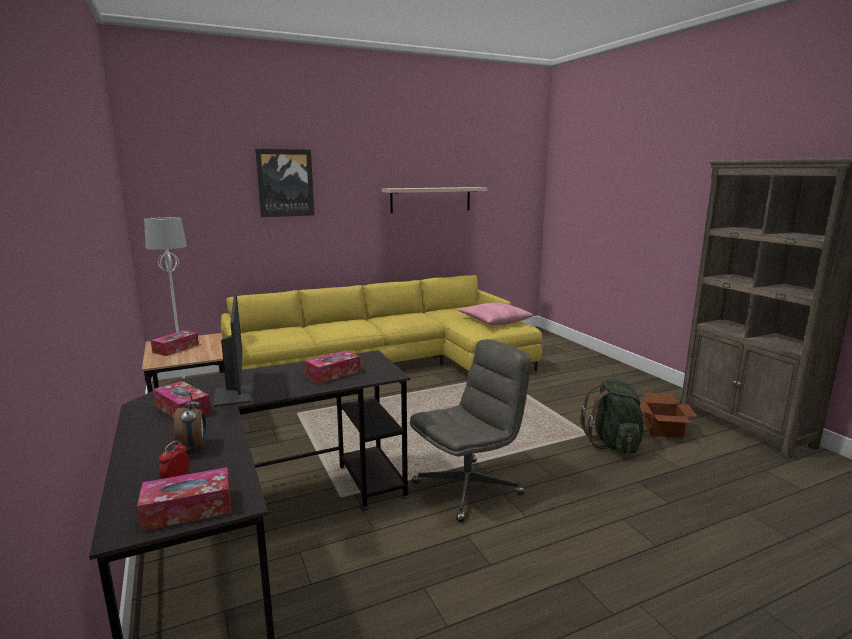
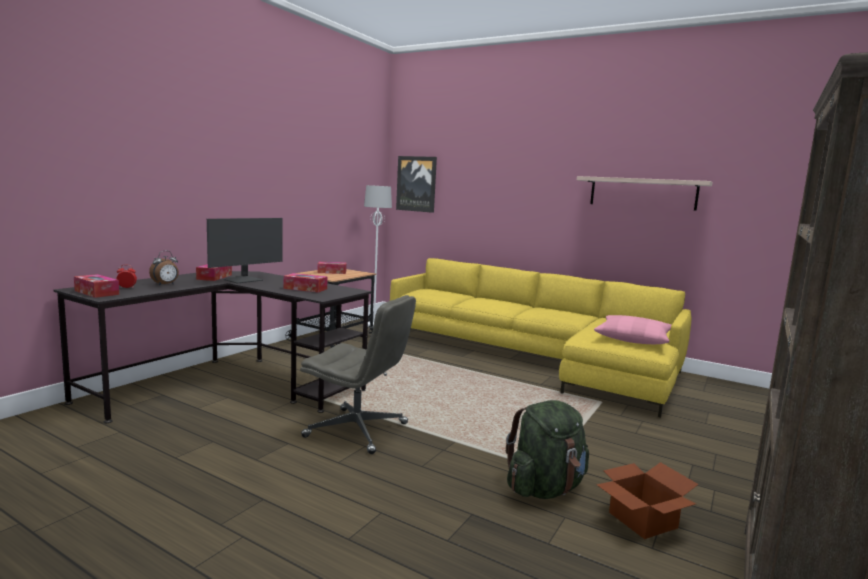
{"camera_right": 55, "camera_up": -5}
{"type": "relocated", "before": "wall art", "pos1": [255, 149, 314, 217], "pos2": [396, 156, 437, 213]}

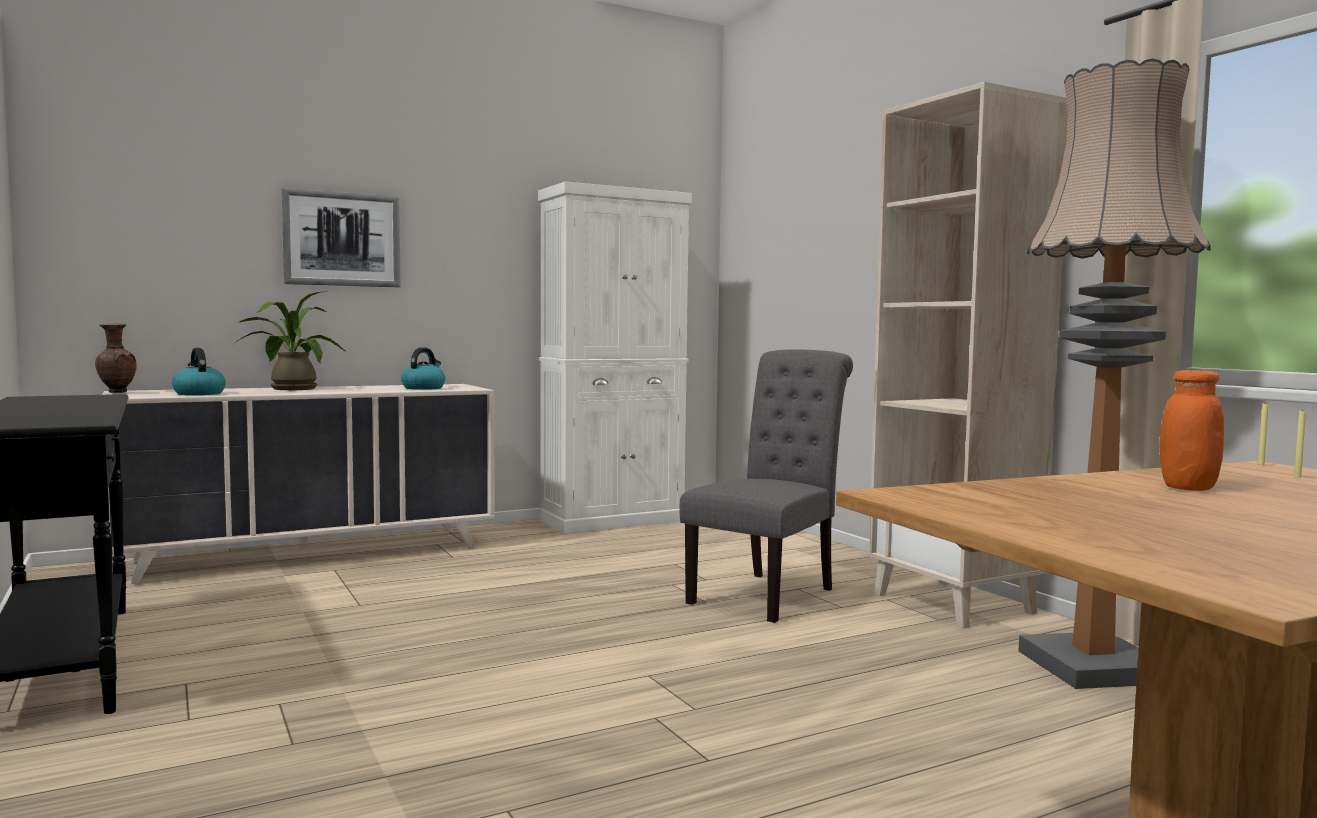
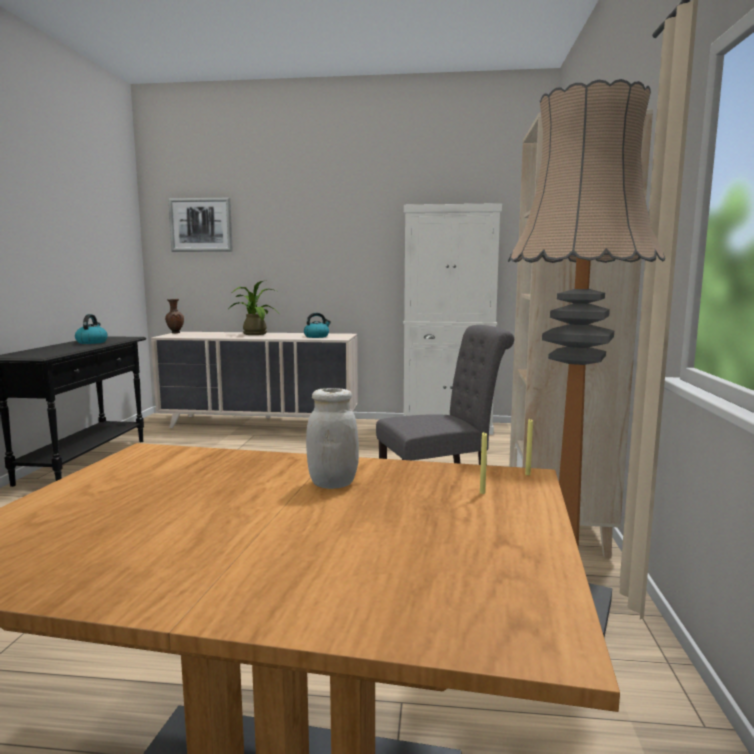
{"camera_right": 35, "camera_up": 5}
{"type": "relocated", "before": "kettle", "pos1": [172, 348, 226, 395], "pos2": [75, 314, 108, 344]}
{"type": "relocated", "before": "wall art", "pos1": [282, 188, 401, 287], "pos2": [168, 197, 233, 252]}
{"type": "colour", "before": "jar (orange)", "after": "jar (white)", "pos1": [1159, 370, 1224, 491], "pos2": [306, 388, 359, 489]}

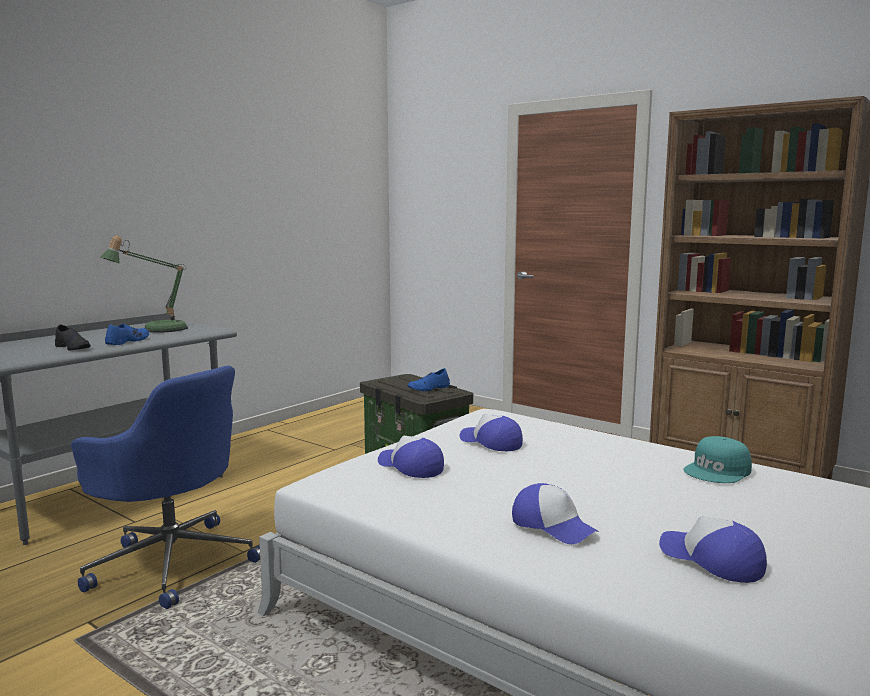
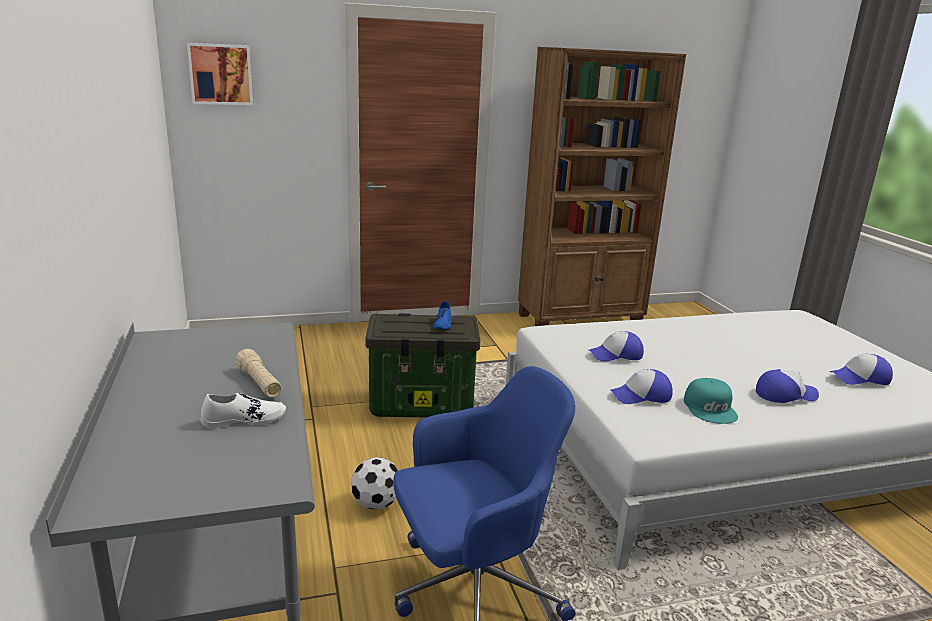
{"camera_right": -55, "camera_up": 10}
{"type": "missing", "before": "table lamp", "pos1": [101, 235, 188, 333]}
{"type": "appeared", "after": "wall art", "pos2": [187, 43, 253, 105]}
{"type": "appeared", "after": "ball for football", "pos2": [351, 457, 398, 510]}
{"type": "relocated", "before": "cap (blue-green)", "pos1": [684, 436, 752, 483], "pos2": [684, 378, 738, 424]}
{"type": "exchanged", "before": "shoe (bluish)", "after": "hand torch (beige)", "pos1": [105, 324, 149, 345], "pos2": [236, 349, 282, 397]}
{"type": "colour", "before": "shoe (black-coloured)", "after": "shoe (white)", "pos1": [55, 325, 91, 350], "pos2": [201, 393, 286, 429]}

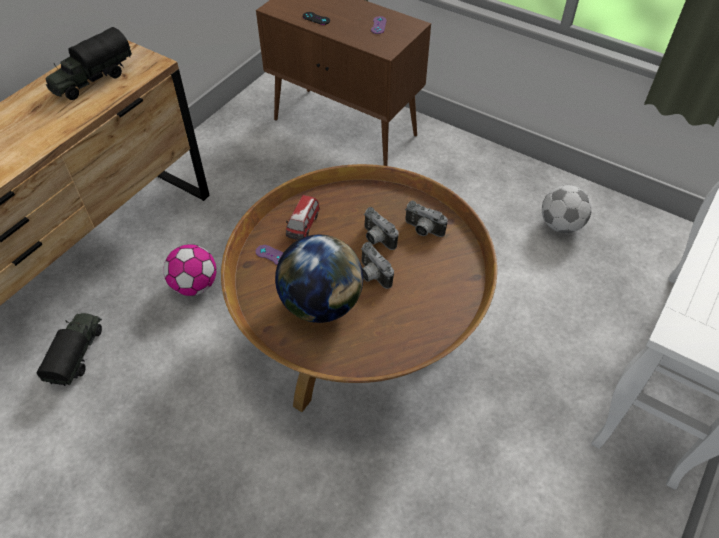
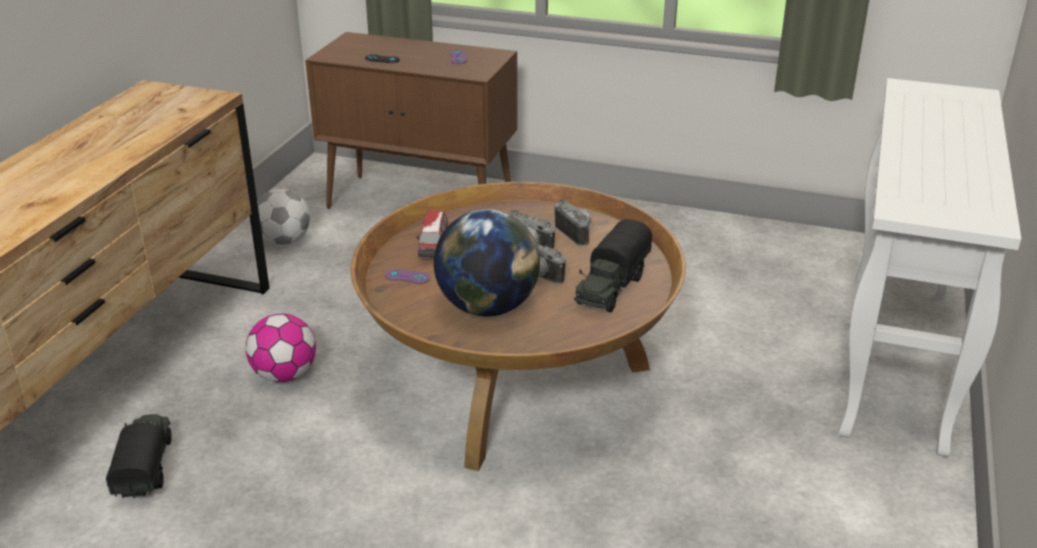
{"camera_right": -15, "camera_up": -20}
{"type": "relocated", "before": "toy truck", "pos1": [46, 27, 132, 100], "pos2": [574, 219, 652, 312]}
{"type": "relocated", "before": "ball for football", "pos1": [542, 185, 592, 233], "pos2": [257, 189, 310, 245]}
{"type": "spun", "before": "photo camera", "pos1": [405, 201, 448, 237], "pos2": [555, 200, 591, 246], "turn": -135}

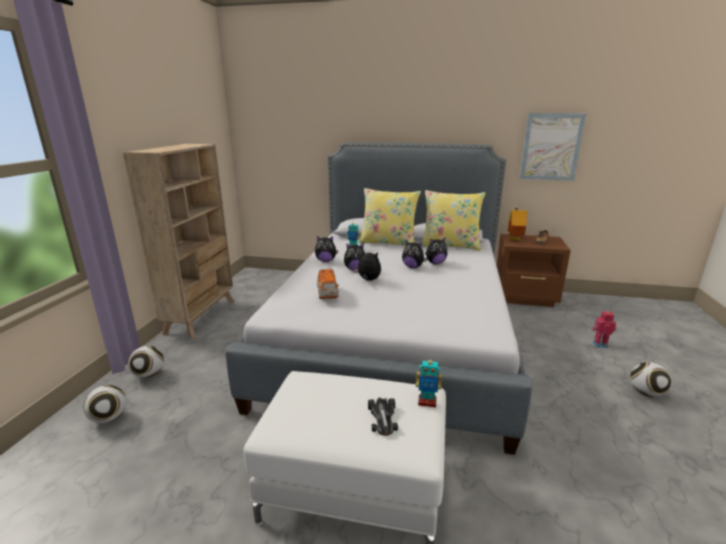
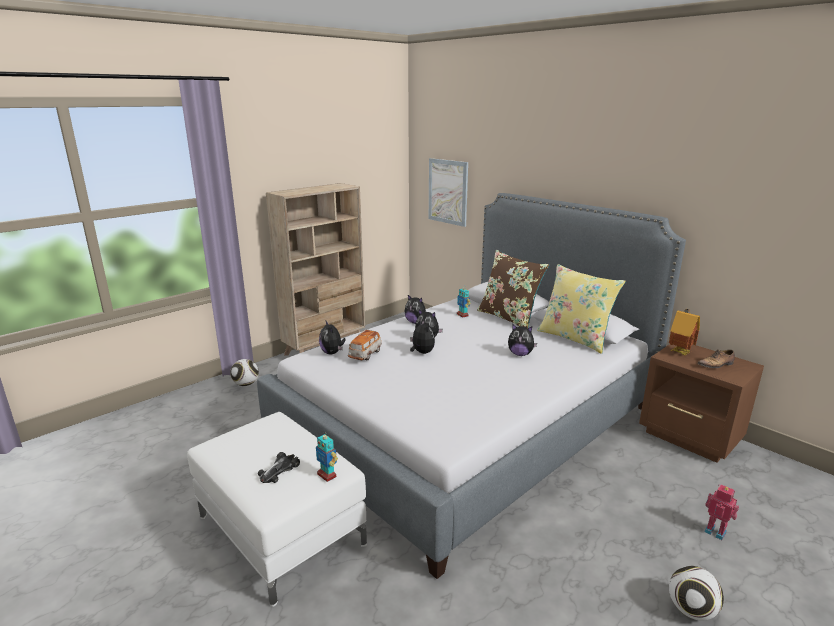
{"camera_right": 35, "camera_up": 0}
{"type": "missing", "before": "ball for football", "pos1": [83, 385, 127, 424]}
{"type": "relocated", "before": "plush toy", "pos1": [402, 240, 428, 268], "pos2": [319, 320, 345, 355]}
{"type": "relocated", "before": "wall art", "pos1": [519, 113, 586, 181], "pos2": [429, 158, 468, 227]}
{"type": "colour", "before": "pillow (yellow-coloured)", "after": "pillow (brown-coloured)", "pos1": [358, 188, 421, 246], "pos2": [477, 250, 549, 329]}

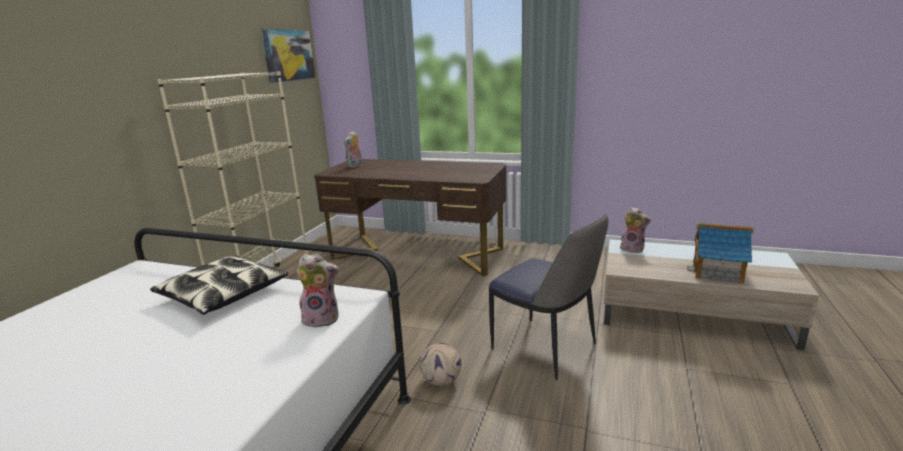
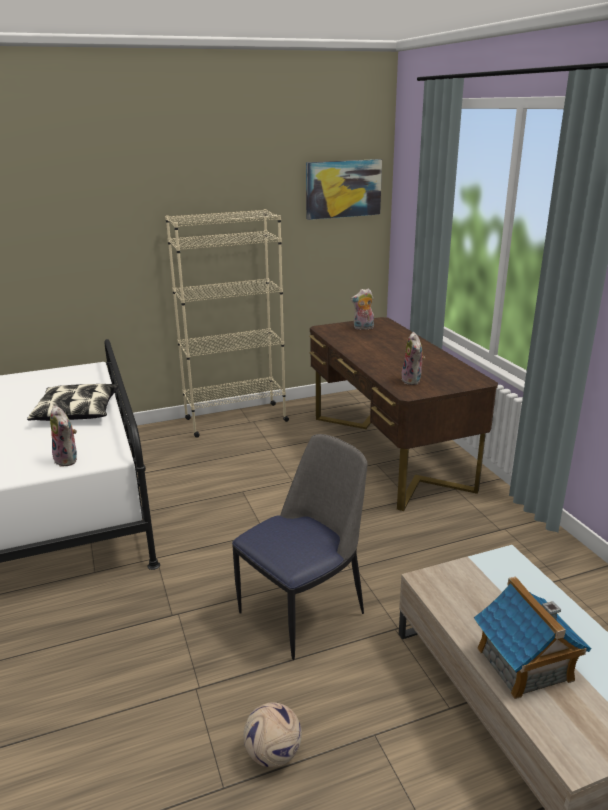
{"camera_right": 50, "camera_up": 5}
{"type": "relocated", "before": "ball for football", "pos1": [420, 343, 461, 386], "pos2": [243, 702, 302, 767]}
{"type": "relocated", "before": "plush toy", "pos1": [620, 207, 651, 253], "pos2": [402, 332, 425, 385]}
{"type": "spun", "before": "chair", "pos1": [489, 214, 608, 380], "pos2": [232, 434, 367, 660], "turn": -135}

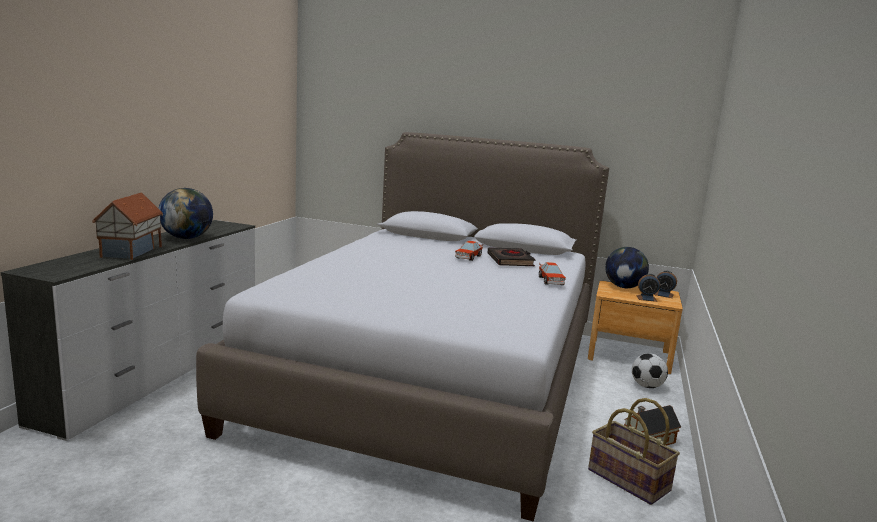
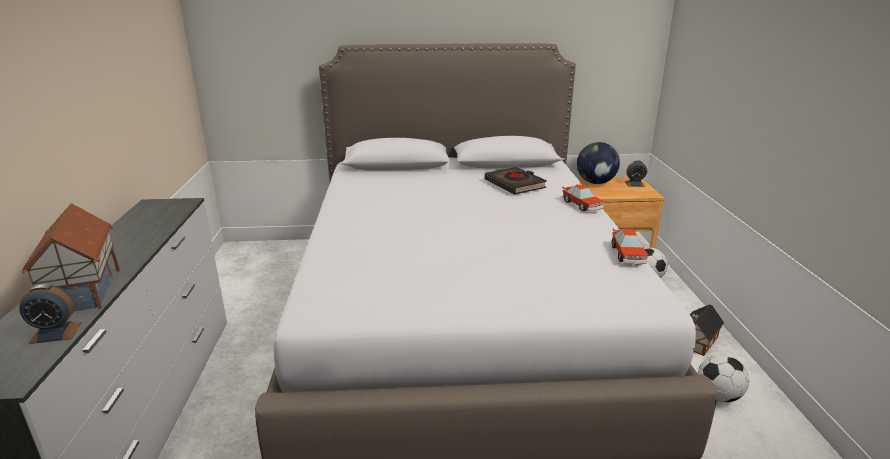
{"camera_right": -20, "camera_up": 10}
{"type": "missing", "before": "globe", "pos1": [158, 188, 213, 239]}
{"type": "relocated", "before": "toy car", "pos1": [455, 241, 483, 261], "pos2": [612, 228, 648, 264]}
{"type": "relocated", "before": "table clock", "pos1": [636, 274, 660, 302], "pos2": [19, 285, 82, 344]}
{"type": "exchanged", "before": "basket", "after": "ball for football", "pos1": [588, 398, 680, 505], "pos2": [698, 354, 749, 402]}

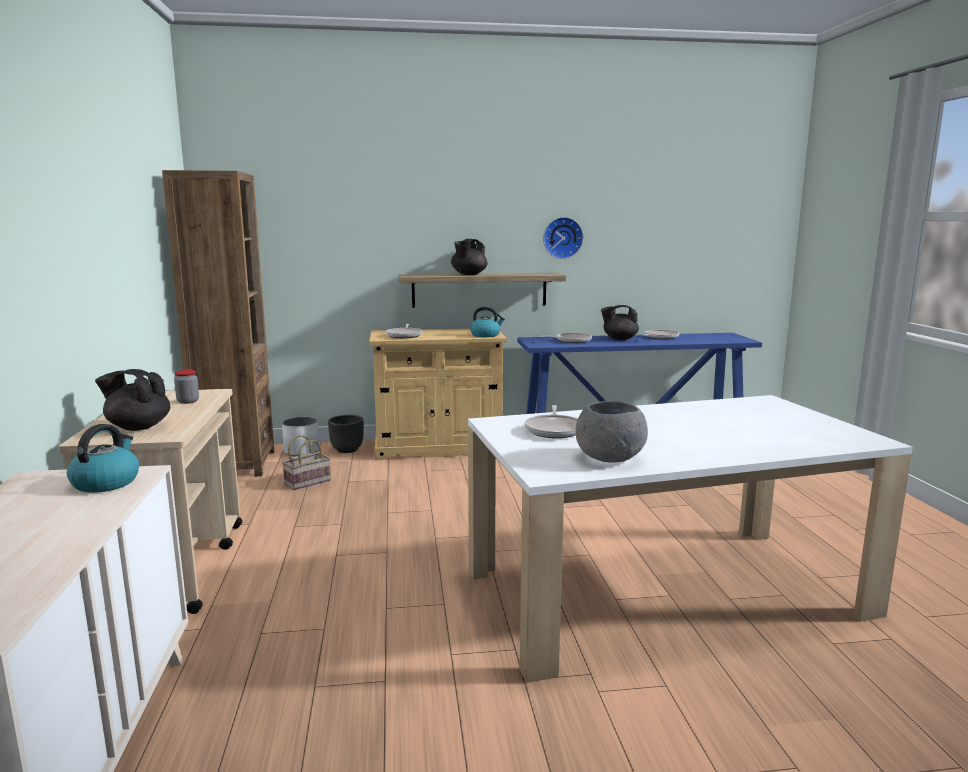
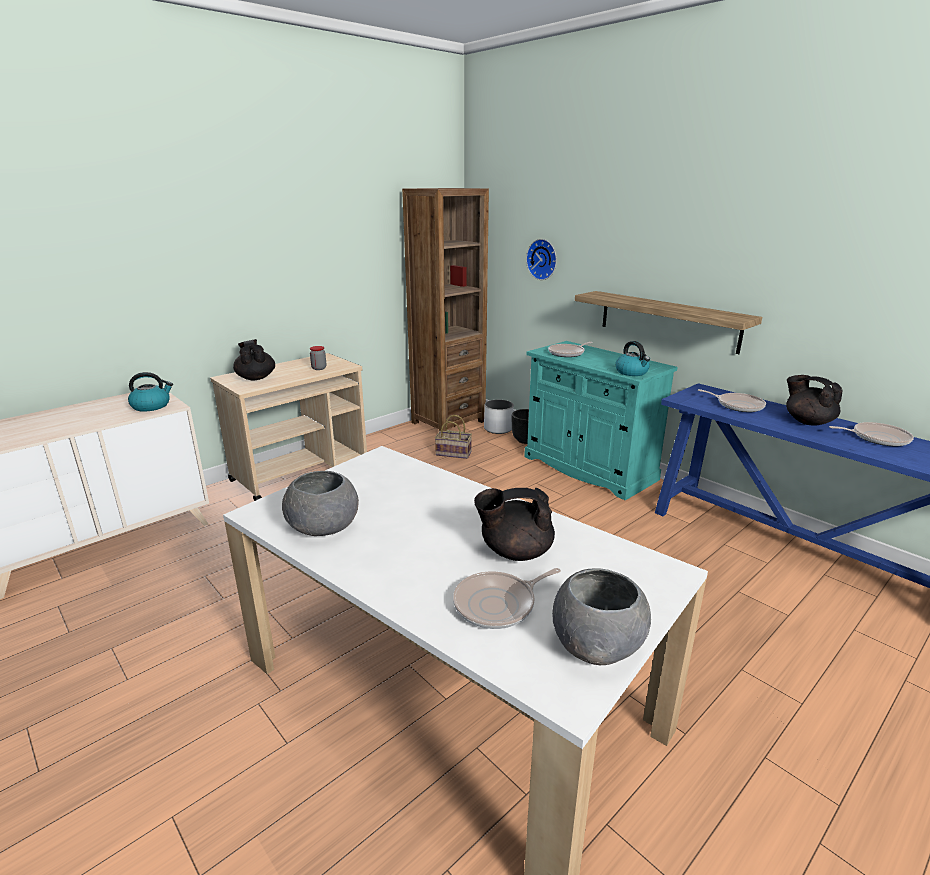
{"camera_right": 55, "camera_up": 10}
{"type": "appeared", "after": "deep dish (grey)", "pos2": [552, 568, 651, 665]}
{"type": "relocated", "before": "pot for tea (black-coloured)", "pos1": [451, 239, 488, 275], "pos2": [474, 488, 555, 561]}
{"type": "relocated", "before": "pan", "pos1": [525, 405, 578, 438], "pos2": [453, 568, 561, 629]}
{"type": "relocated", "before": "clock on the wall", "pos1": [543, 217, 584, 259], "pos2": [526, 239, 557, 280]}
{"type": "colour", "before": "storage cabinet (beige)", "after": "storage cabinet (blue-green)", "pos1": [369, 328, 507, 460], "pos2": [524, 341, 678, 500]}

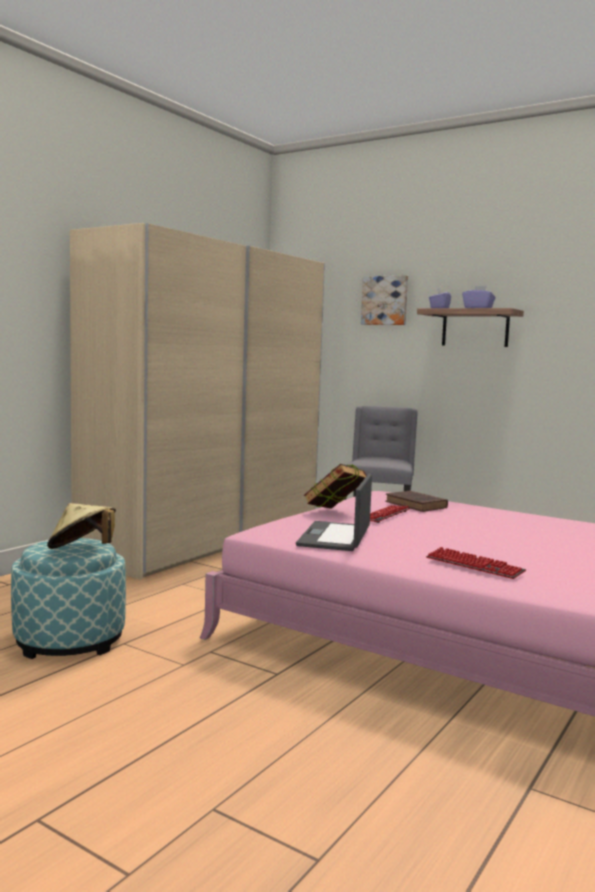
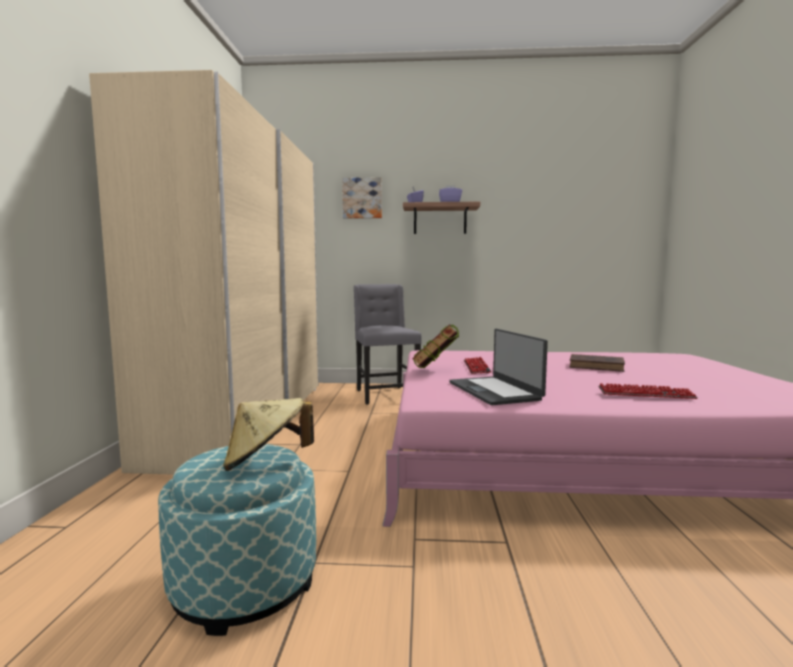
{"camera_right": -30, "camera_up": 0}
{"type": "relocated", "before": "bound book (brown-coloured)", "pos1": [385, 491, 448, 512], "pos2": [569, 354, 625, 372]}

